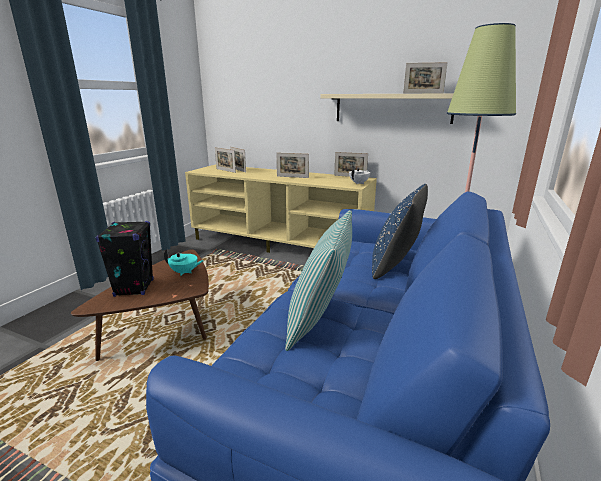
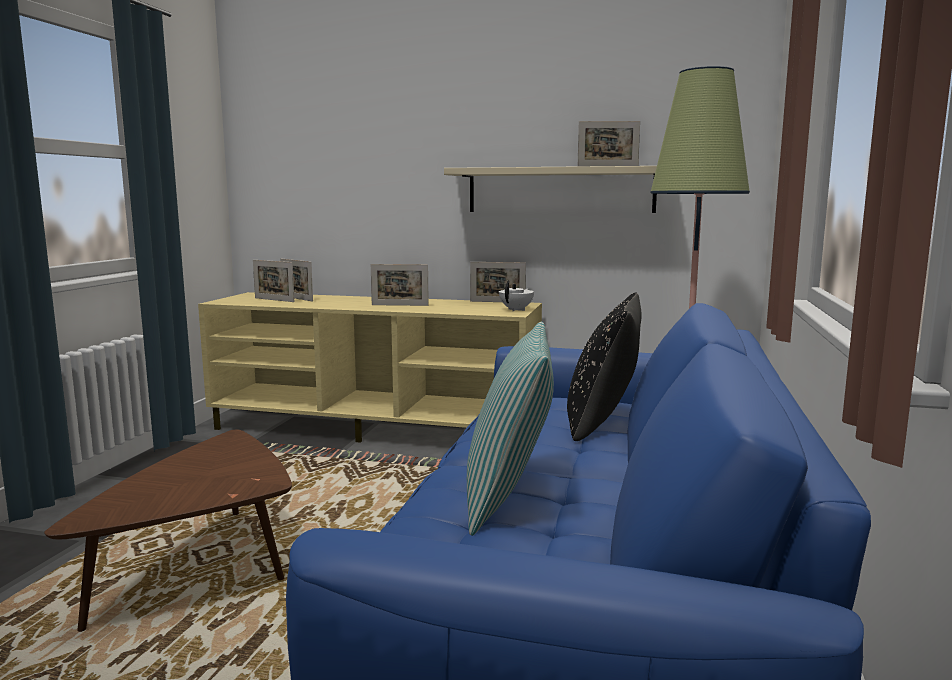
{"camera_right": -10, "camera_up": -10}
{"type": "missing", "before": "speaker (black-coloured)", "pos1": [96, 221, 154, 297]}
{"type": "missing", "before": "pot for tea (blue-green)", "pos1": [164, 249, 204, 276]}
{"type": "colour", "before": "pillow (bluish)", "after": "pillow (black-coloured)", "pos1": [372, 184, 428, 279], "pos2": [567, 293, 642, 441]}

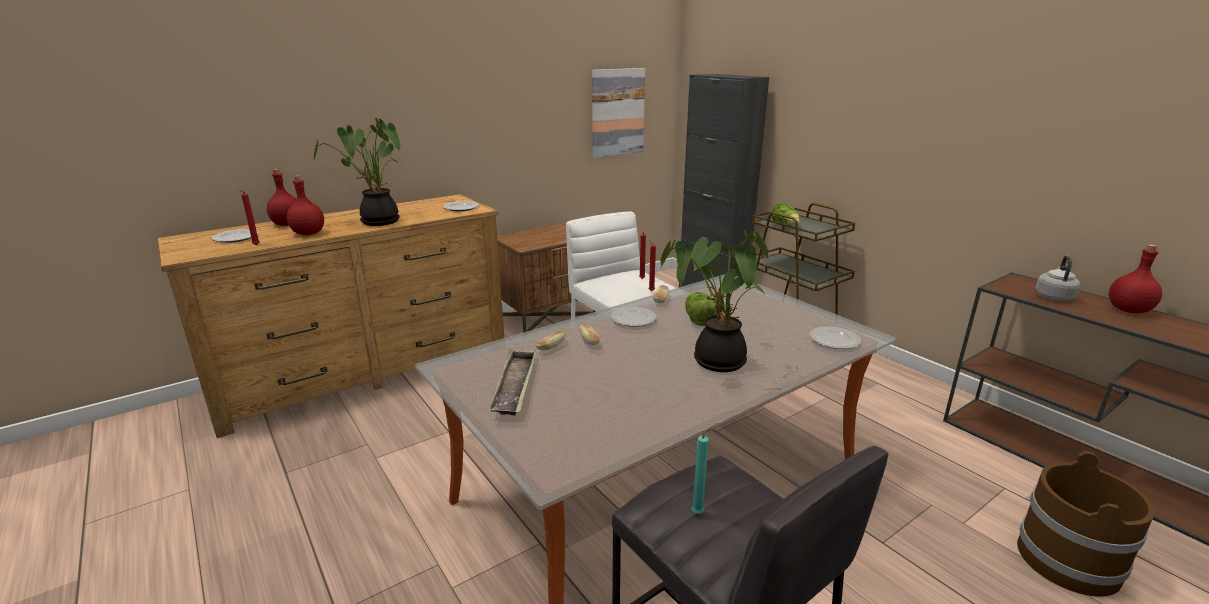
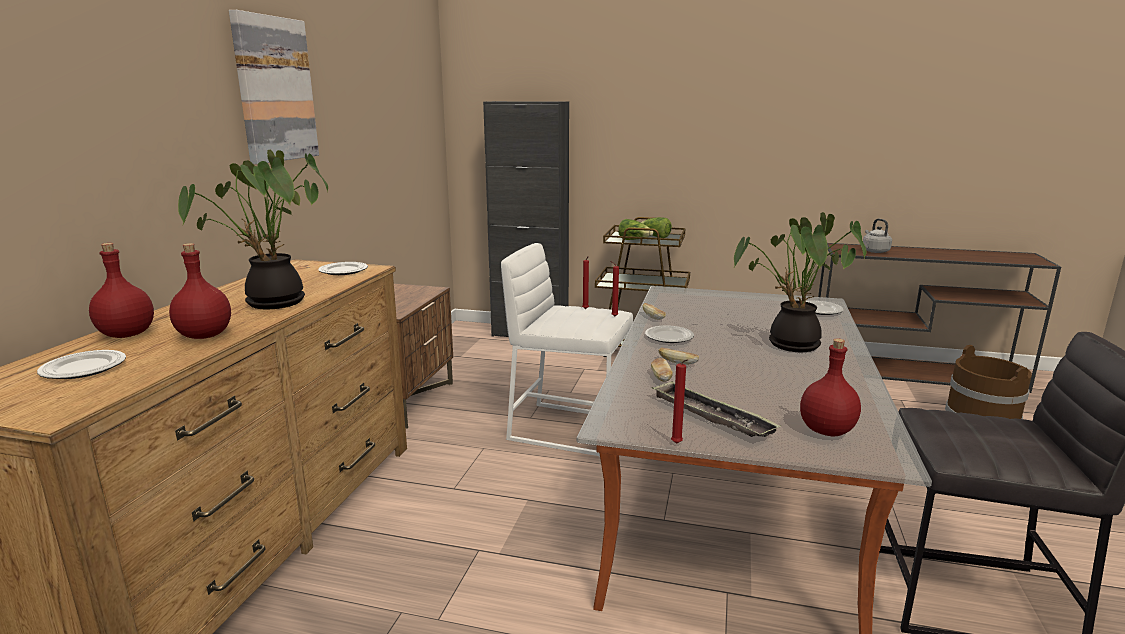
{"camera_right": -40, "camera_up": -5}
{"type": "missing", "before": "candle (blue-green)", "pos1": [692, 426, 713, 514]}
{"type": "relocated", "before": "candle (red)", "pos1": [239, 190, 260, 245], "pos2": [671, 359, 688, 444]}
{"type": "relocated", "before": "wall art", "pos1": [592, 68, 645, 158], "pos2": [229, 10, 319, 164]}
{"type": "relocated", "before": "lettuce", "pos1": [685, 292, 716, 326], "pos2": [641, 217, 672, 238]}
{"type": "relocated", "before": "beverage bottle (red)", "pos1": [1109, 244, 1162, 313], "pos2": [800, 338, 861, 437]}

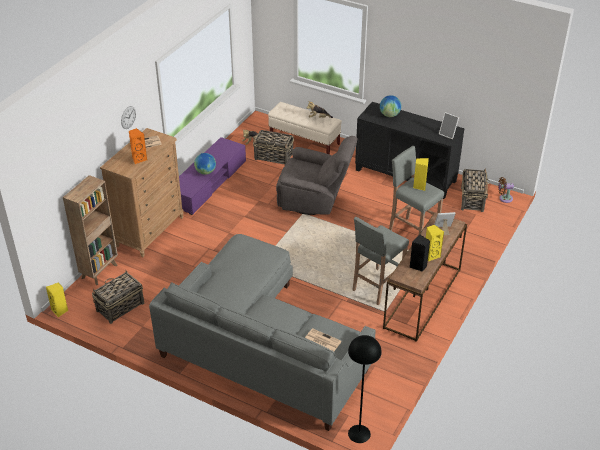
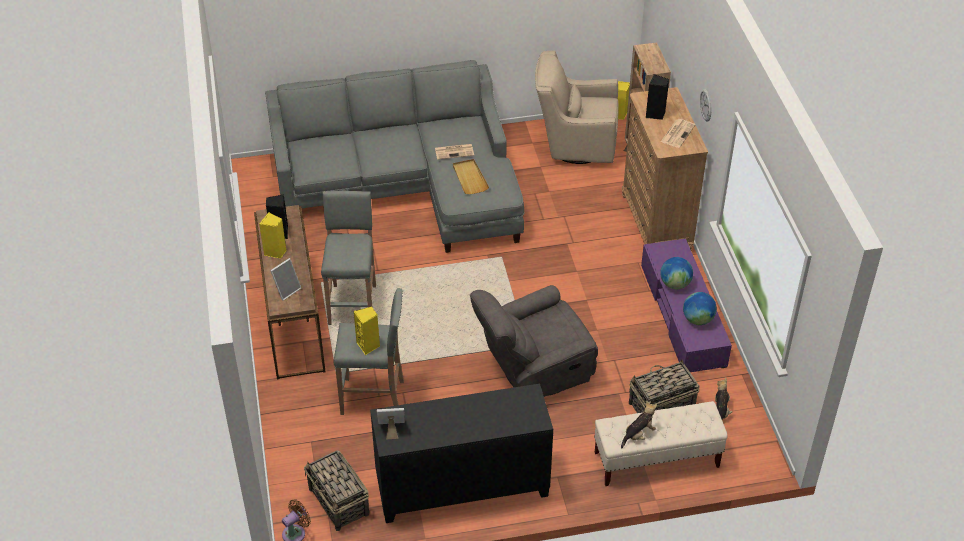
{"camera_right": 140, "camera_up": 5}
{"type": "missing", "before": "floor lamp (black-coloured)", "pos1": [348, 335, 382, 443]}
{"type": "appeared", "after": "tray (beige)", "pos2": [453, 159, 489, 194]}
{"type": "relocated", "before": "newspaper", "pos1": [305, 328, 341, 351], "pos2": [435, 144, 474, 160]}
{"type": "relocated", "before": "globe", "pos1": [380, 95, 401, 117], "pos2": [683, 292, 717, 325]}
{"type": "exchanged", "before": "basket", "after": "armchair (beige)", "pos1": [92, 270, 144, 324], "pos2": [535, 51, 619, 164]}
{"type": "colour", "before": "speaker (orange)", "after": "speaker (black-coloured)", "pos1": [129, 128, 147, 164], "pos2": [646, 74, 669, 120]}

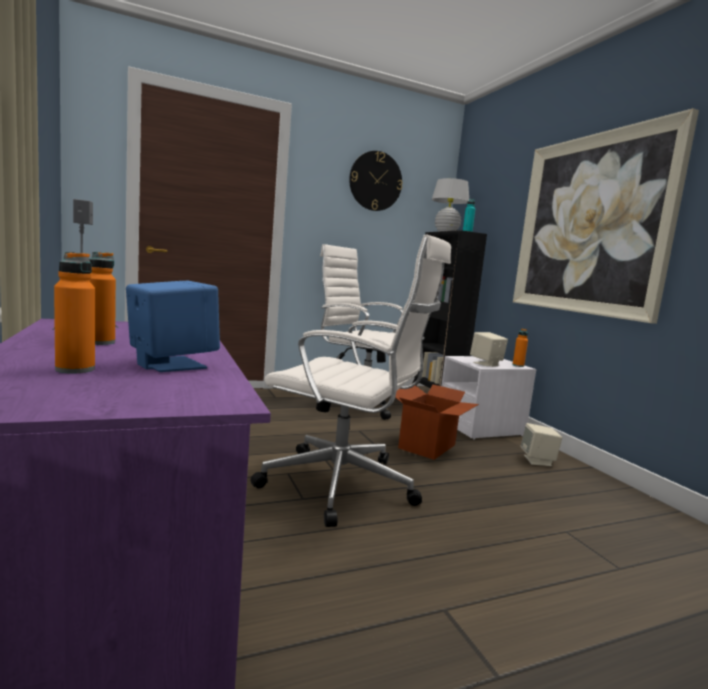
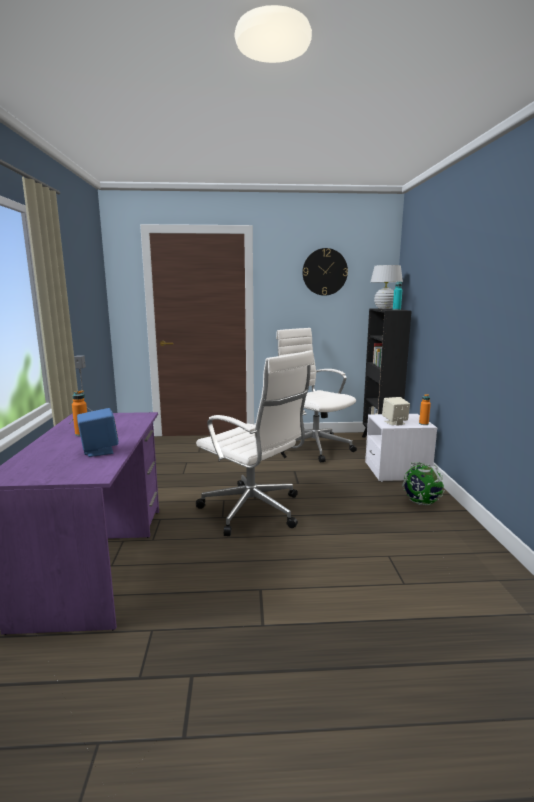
{"camera_right": 20, "camera_up": 5}
{"type": "missing", "before": "beverage bottle (orange)", "pos1": [54, 252, 95, 374]}
{"type": "missing", "before": "carton", "pos1": [395, 385, 479, 460]}
{"type": "missing", "before": "wall art", "pos1": [513, 108, 699, 324]}
{"type": "exchanged", "before": "speaker (beige)", "after": "globe", "pos1": [521, 423, 562, 466], "pos2": [402, 462, 444, 505]}

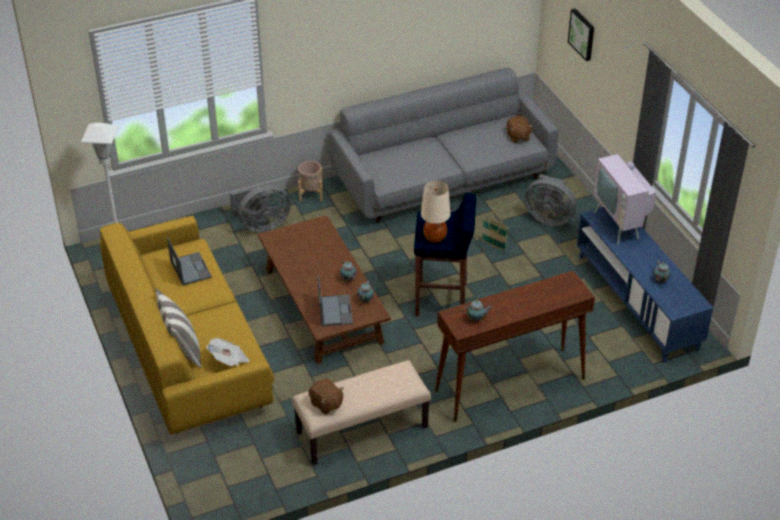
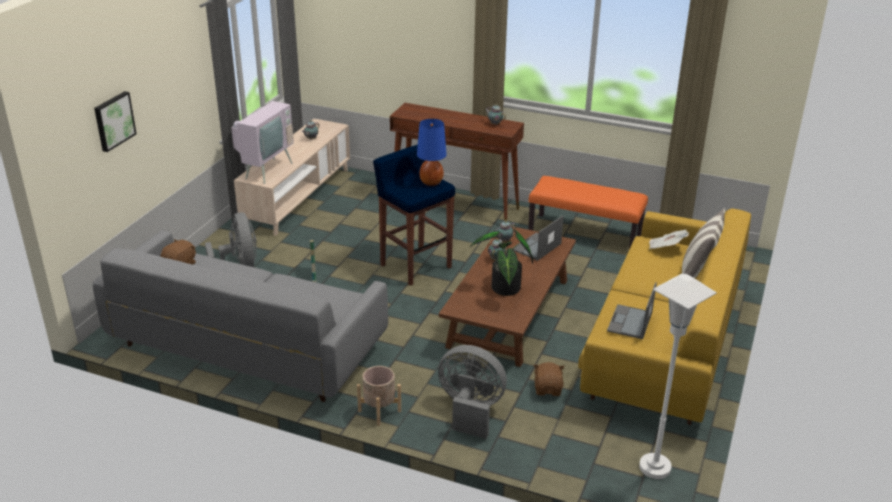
{"camera_right": -135, "camera_up": -10}
{"type": "appeared", "after": "potted plant", "pos2": [470, 230, 533, 296]}
{"type": "relocated", "before": "plush toy (brown-coloured)", "pos1": [308, 378, 344, 415], "pos2": [533, 362, 565, 396]}
{"type": "colour", "before": "long seat (beige)", "after": "long seat (orange)", "pos1": [292, 360, 431, 465], "pos2": [528, 176, 648, 249]}
{"type": "colour", "before": "table lamp (beige)", "after": "table lamp (bluish)", "pos1": [421, 180, 450, 243], "pos2": [417, 119, 447, 186]}
{"type": "colour", "before": "tv stand (bluish)", "after": "tv stand (beige)", "pos1": [577, 207, 713, 362], "pos2": [234, 119, 350, 236]}

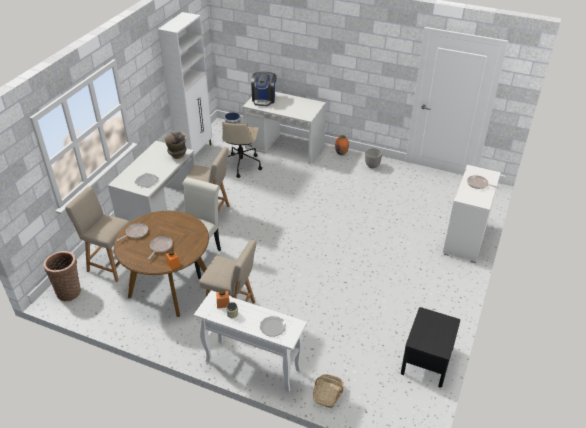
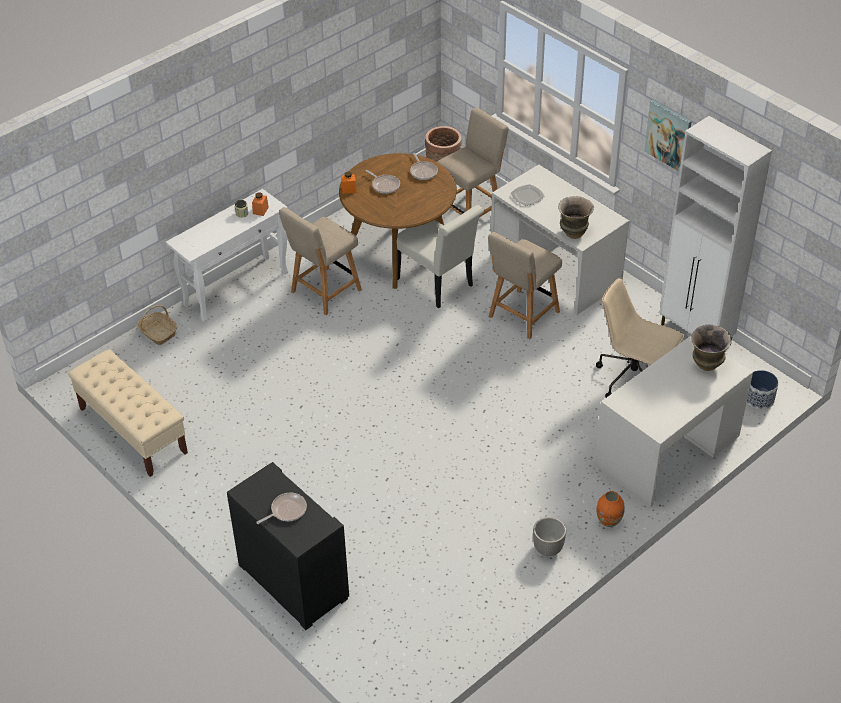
{"camera_right": 115, "camera_up": 5}
{"type": "missing", "before": "dinner plate", "pos1": [260, 316, 286, 337]}
{"type": "appeared", "after": "wall art", "pos2": [644, 100, 692, 172]}
{"type": "exchanged", "before": "coffee machine", "after": "decorative vase", "pos1": [251, 72, 276, 106], "pos2": [691, 325, 732, 371]}
{"type": "exchanged", "before": "bedside table (black-coloured)", "after": "long seat (beige)", "pos1": [401, 307, 460, 388], "pos2": [68, 349, 188, 477]}
{"type": "colour", "before": "drawer chest (white)", "after": "drawer chest (black-coloured)", "pos1": [443, 165, 501, 263], "pos2": [227, 462, 349, 630]}

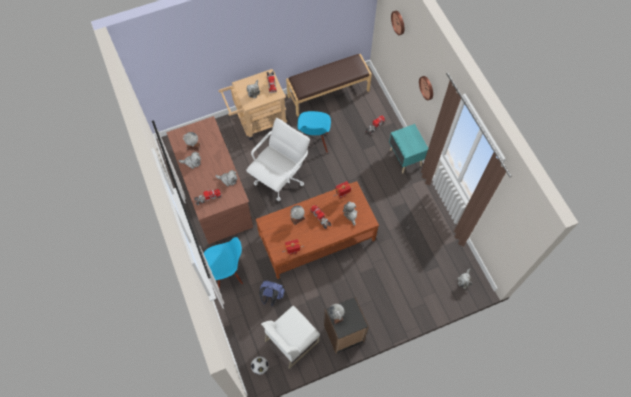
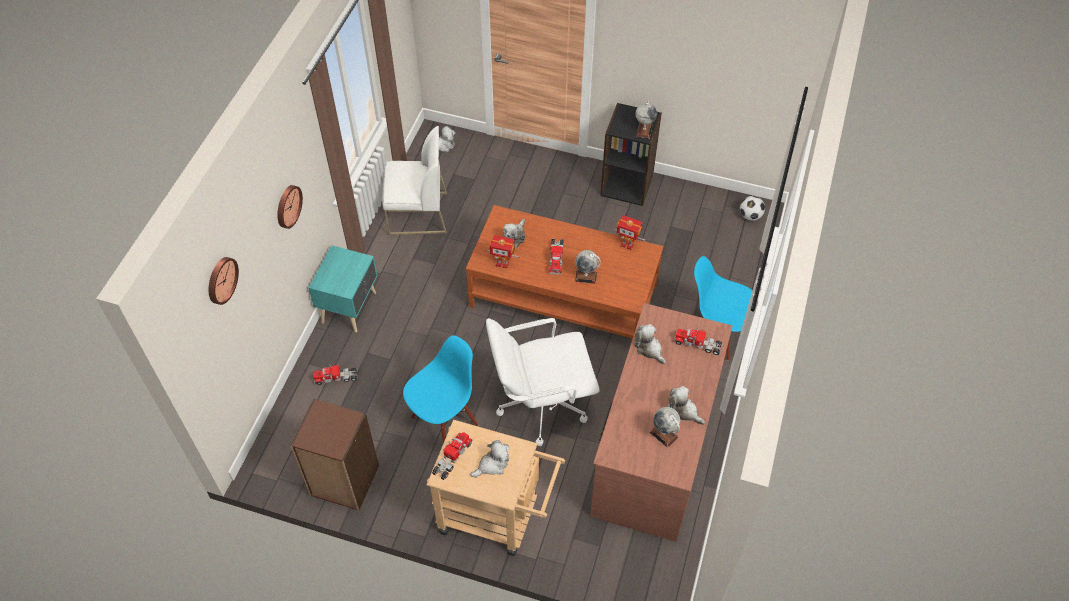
{"camera_right": -140, "camera_up": -10}
{"type": "missing", "before": "backpack (bluish)", "pos1": [259, 281, 285, 306]}
{"type": "relocated", "before": "chair (white)", "pos1": [261, 306, 320, 369], "pos2": [382, 126, 447, 235]}
{"type": "exchanged", "before": "long seat (brown-coloured)", "after": "bookcase (brown-coloured)", "pos1": [286, 54, 372, 117], "pos2": [290, 399, 379, 511]}

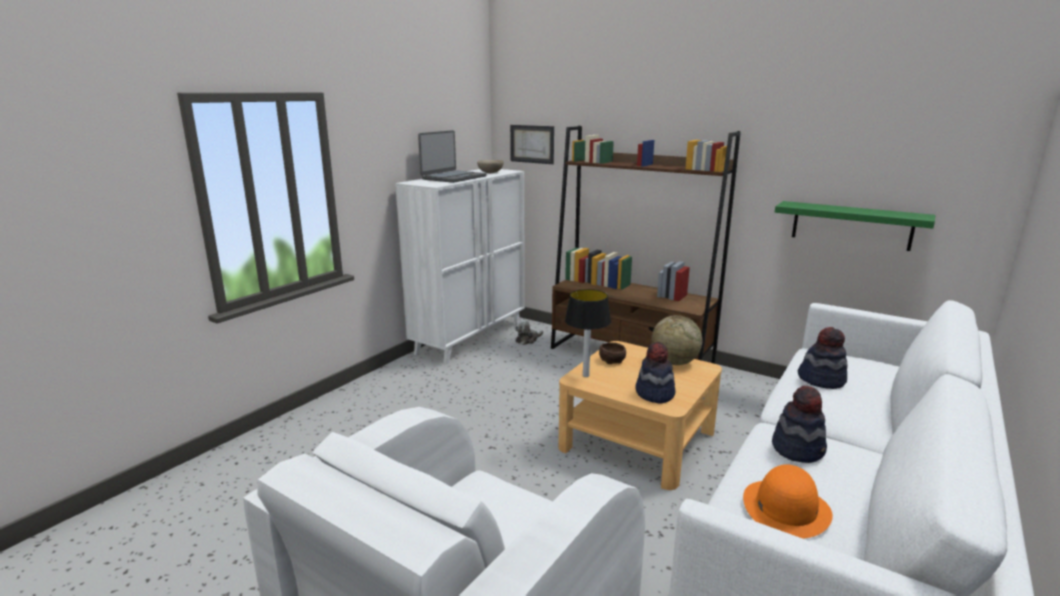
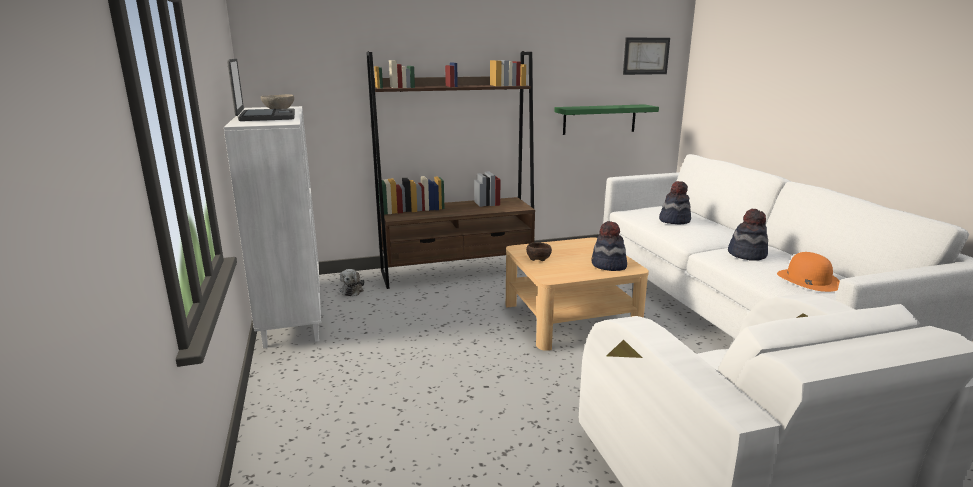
{"camera_right": -50, "camera_up": 0}
{"type": "missing", "before": "table lamp", "pos1": [565, 289, 611, 377]}
{"type": "missing", "before": "globe", "pos1": [651, 315, 702, 365]}
{"type": "relocated", "before": "wall art", "pos1": [510, 125, 554, 164], "pos2": [623, 38, 670, 75]}

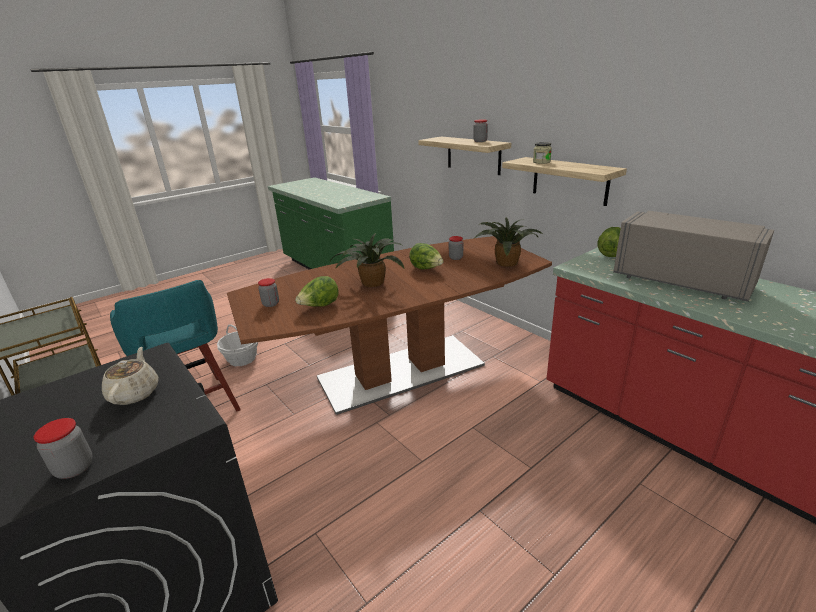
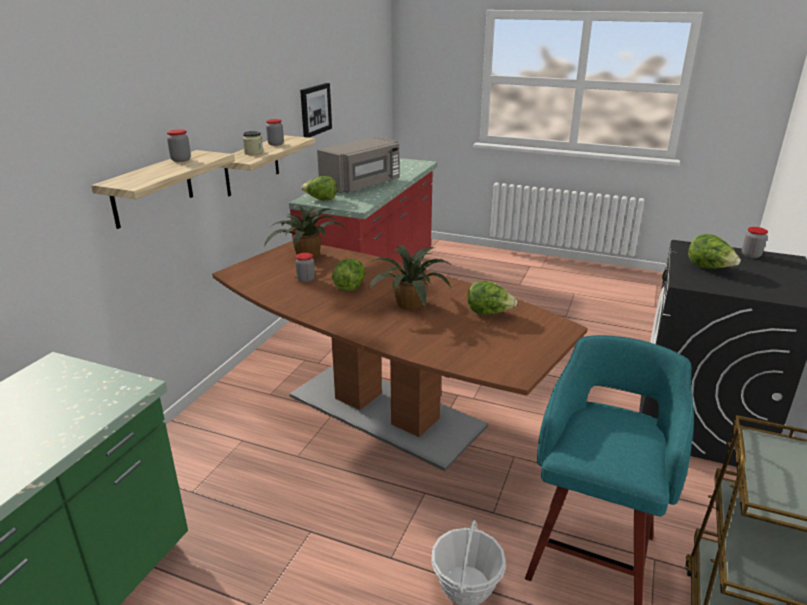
{"camera_right": -120, "camera_up": 0}
{"type": "appeared", "after": "wall art", "pos2": [300, 83, 332, 138]}
{"type": "relocated", "before": "jar", "pos1": [258, 278, 279, 307], "pos2": [266, 119, 284, 146]}
{"type": "exchanged", "before": "pot for tea (beige)", "after": "lettuce", "pos1": [102, 347, 158, 405], "pos2": [688, 234, 741, 269]}
{"type": "spun", "before": "microwave (grey)", "pos1": [613, 211, 774, 302], "pos2": [317, 137, 399, 193], "turn": -150}

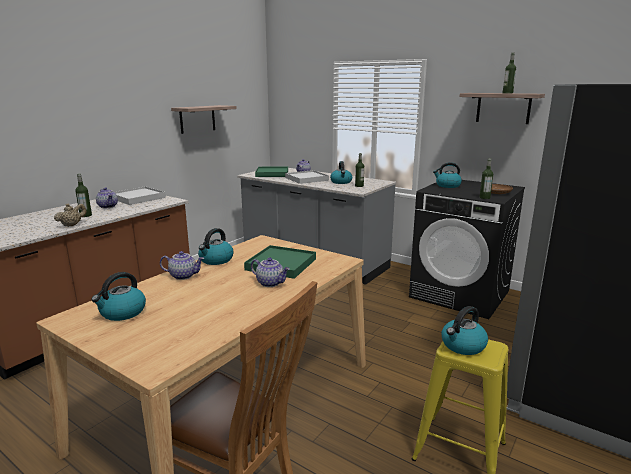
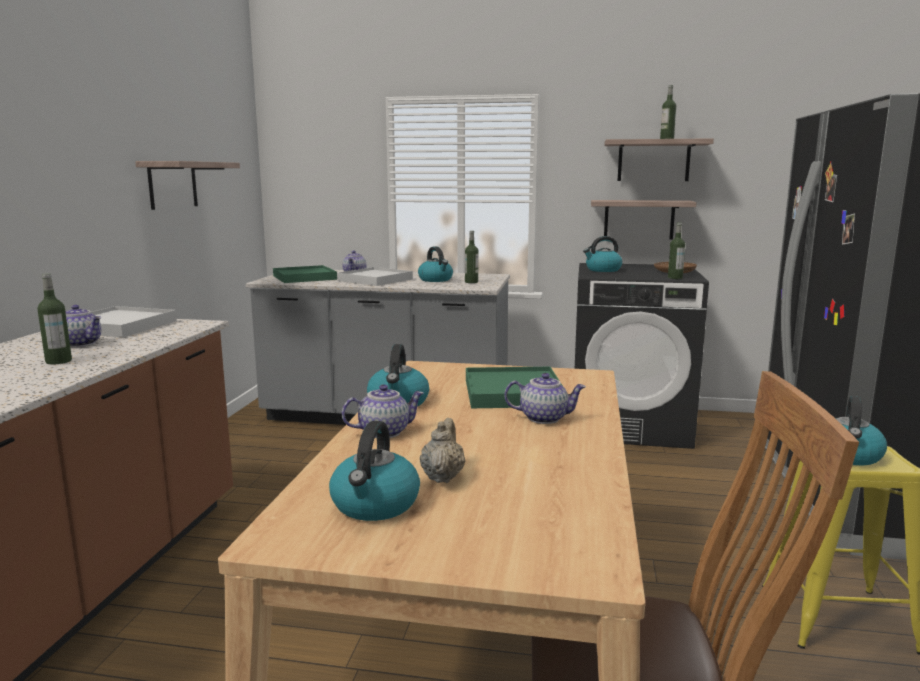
{"camera_right": -25, "camera_up": -5}
{"type": "appeared", "after": "bracket shelf", "pos2": [591, 200, 696, 240]}
{"type": "relocated", "before": "pot for tea (beige)", "pos1": [54, 203, 86, 227], "pos2": [420, 418, 465, 483]}

